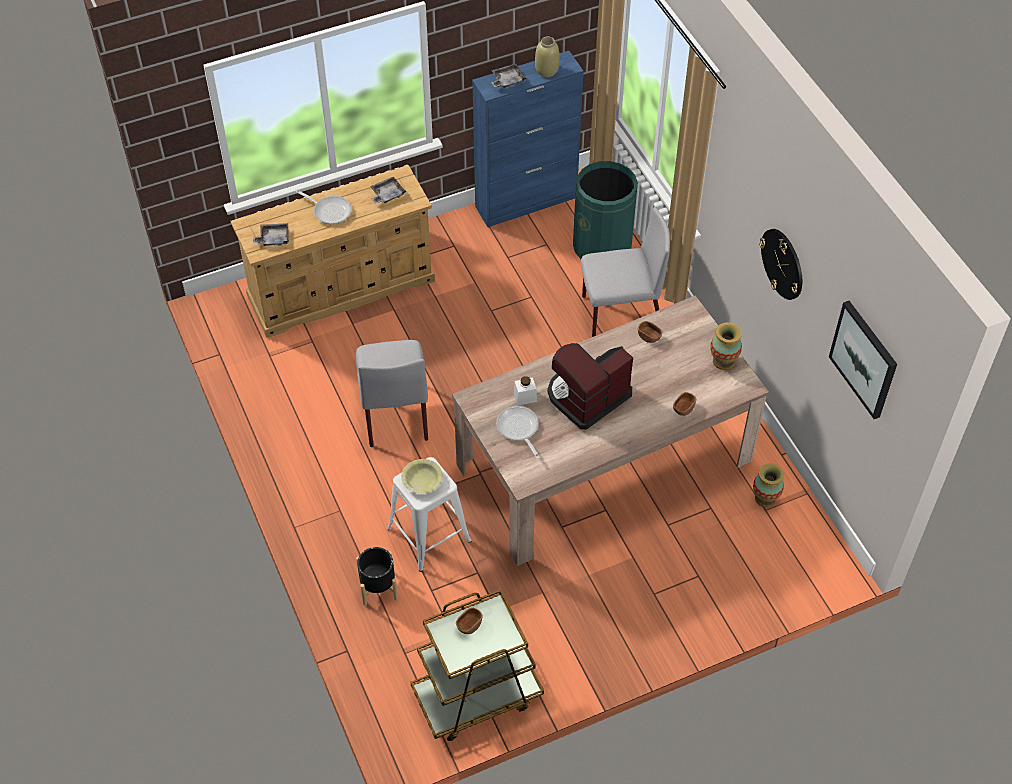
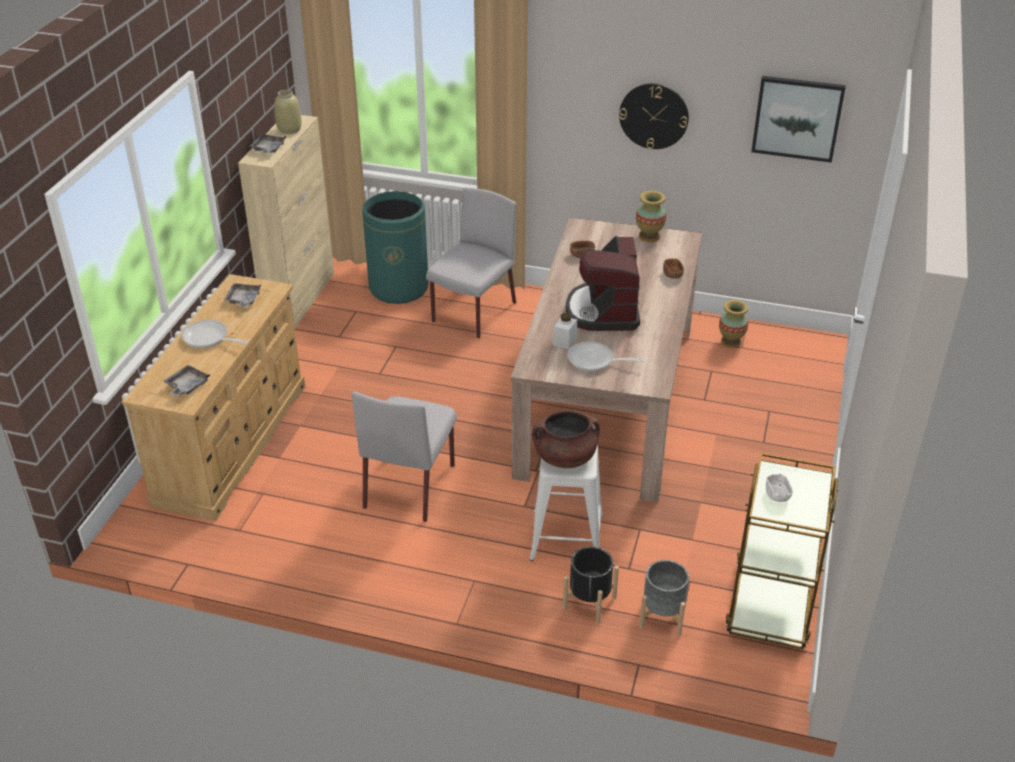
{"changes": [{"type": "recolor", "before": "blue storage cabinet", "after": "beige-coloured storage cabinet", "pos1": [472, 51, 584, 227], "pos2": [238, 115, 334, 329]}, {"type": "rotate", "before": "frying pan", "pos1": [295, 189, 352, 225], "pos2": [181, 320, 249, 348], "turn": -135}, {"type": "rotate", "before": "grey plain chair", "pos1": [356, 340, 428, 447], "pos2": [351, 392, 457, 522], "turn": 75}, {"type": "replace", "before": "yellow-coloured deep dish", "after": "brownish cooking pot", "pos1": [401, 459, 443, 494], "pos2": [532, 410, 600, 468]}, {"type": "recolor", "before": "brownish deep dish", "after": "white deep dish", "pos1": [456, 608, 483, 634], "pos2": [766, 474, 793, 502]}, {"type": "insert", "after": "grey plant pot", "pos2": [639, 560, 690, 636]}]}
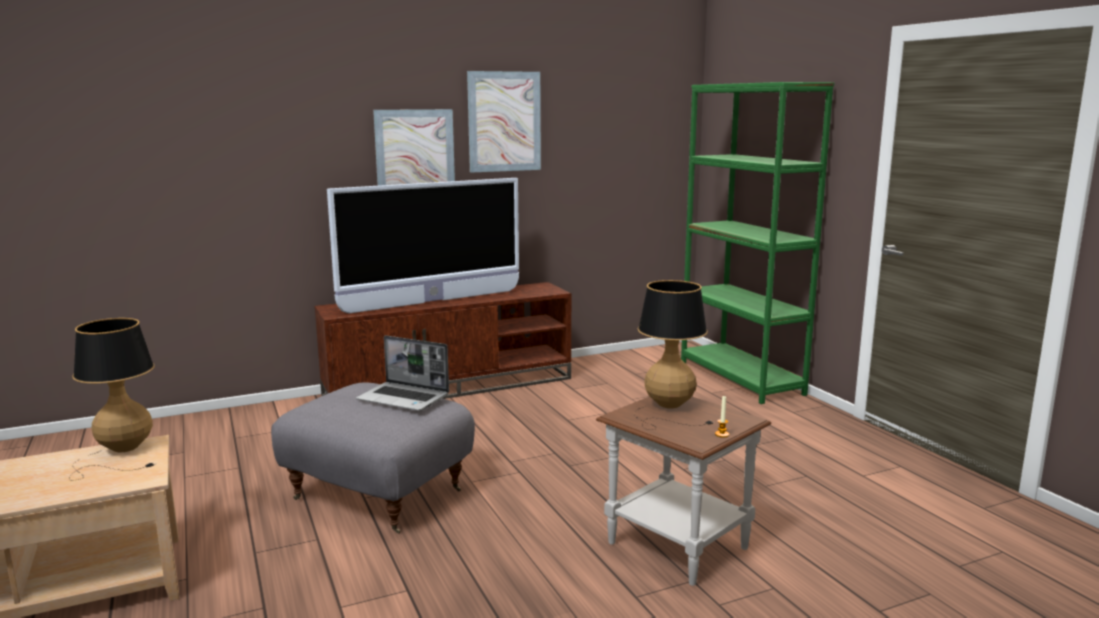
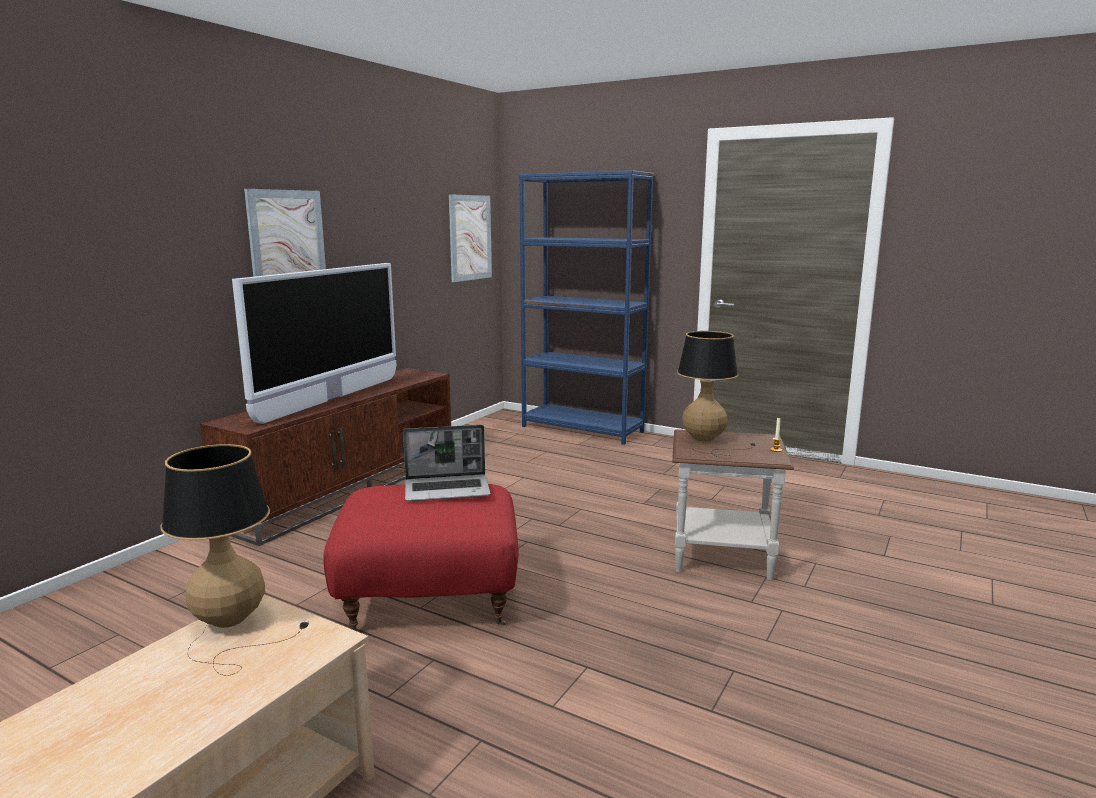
{"changes": [{"type": "move", "before": "wall art", "pos1": [467, 71, 541, 173], "pos2": [449, 194, 492, 282]}, {"type": "recolor", "before": "greenish shelving unit", "after": "blue shelving unit", "pos1": [681, 82, 835, 404], "pos2": [519, 170, 654, 445]}, {"type": "recolor", "before": "grey footrest", "after": "red footrest", "pos1": [271, 382, 475, 534], "pos2": [323, 484, 518, 630]}]}
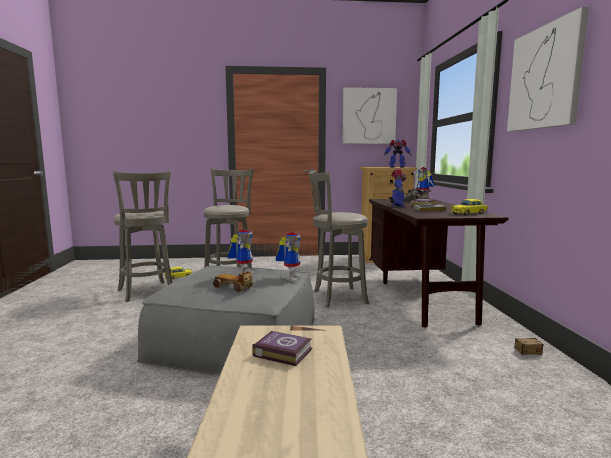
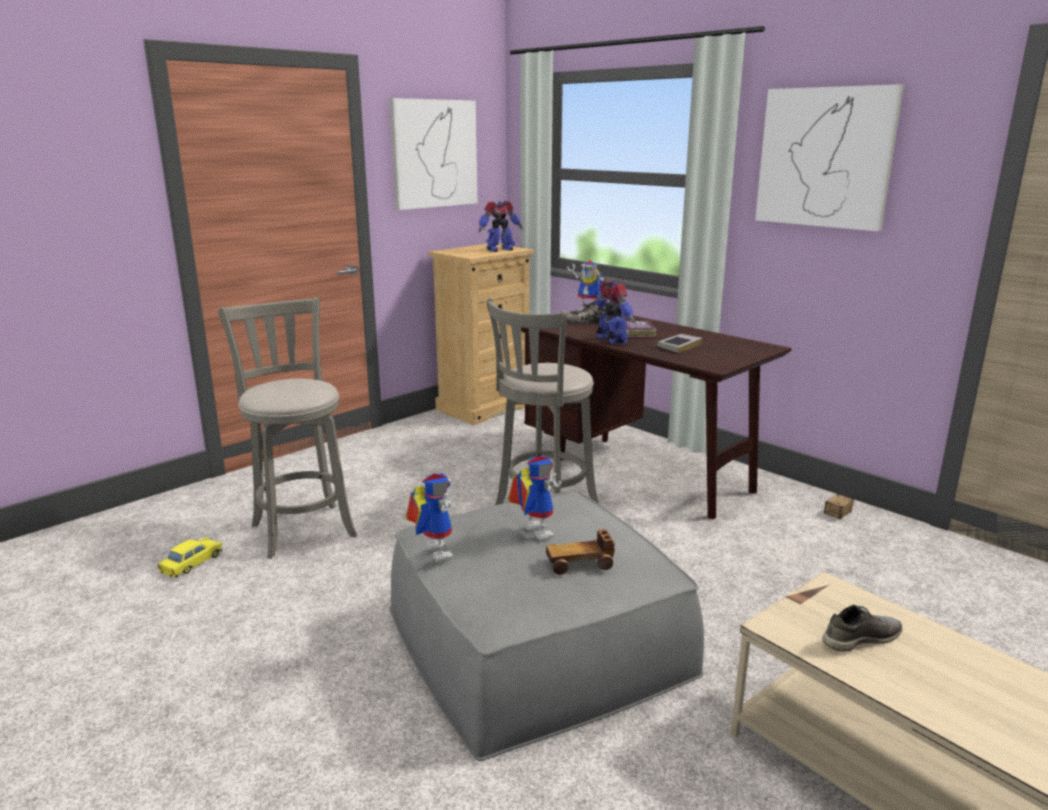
{"changes": [{"type": "delete", "before": "grey stool", "pos1": [113, 170, 173, 302]}, {"type": "delete", "before": "yellow-coloured toy car", "pos1": [451, 199, 488, 215]}, {"type": "move", "before": "toy robot", "pos1": [276, 232, 301, 281], "pos2": [406, 473, 454, 562]}, {"type": "replace", "before": "volume", "after": "grey item of footwear", "pos1": [252, 331, 312, 366], "pos2": [822, 604, 903, 652]}]}
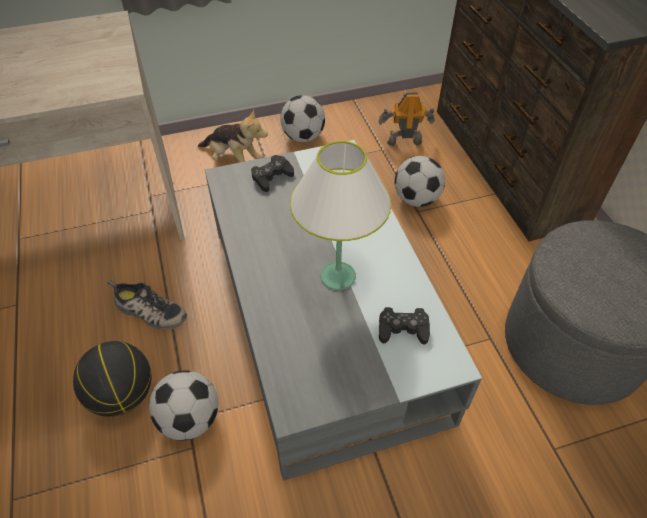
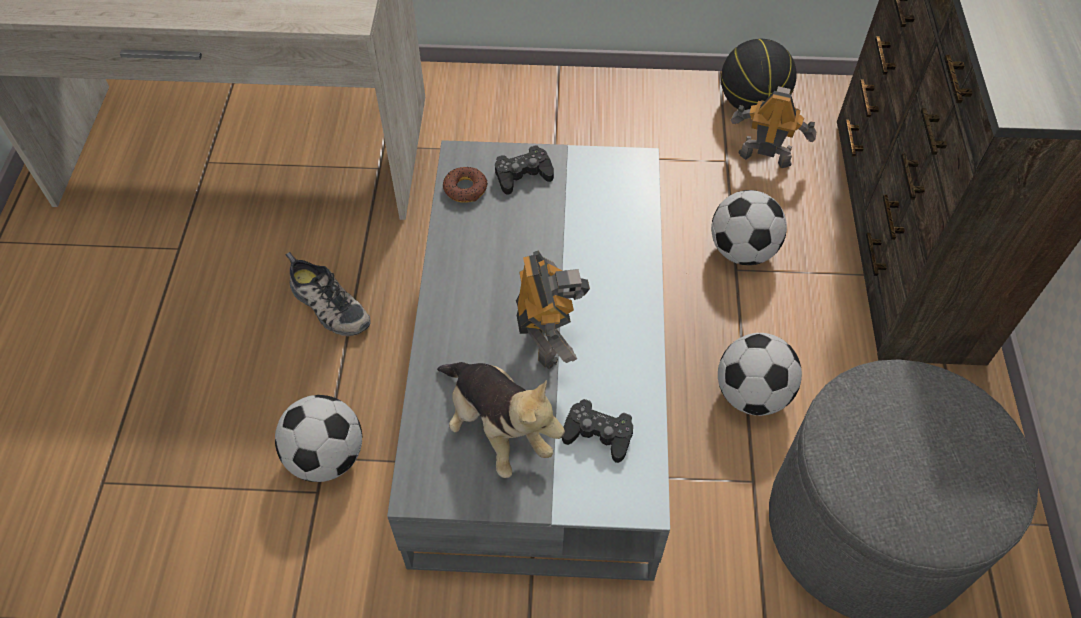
{"changes": [{"type": "move", "before": "football", "pos1": [280, 95, 325, 142], "pos2": [718, 333, 802, 416]}, {"type": "move", "before": "plush toy", "pos1": [198, 108, 268, 163], "pos2": [437, 362, 565, 478]}, {"type": "replace", "before": "white lamp for a table", "after": "toy robot", "pos1": [290, 141, 391, 290], "pos2": [516, 251, 590, 370]}, {"type": "move", "before": "basketball", "pos1": [73, 341, 151, 417], "pos2": [721, 39, 797, 110]}, {"type": "insert", "after": "ring doughnut", "pos2": [443, 167, 488, 203]}]}
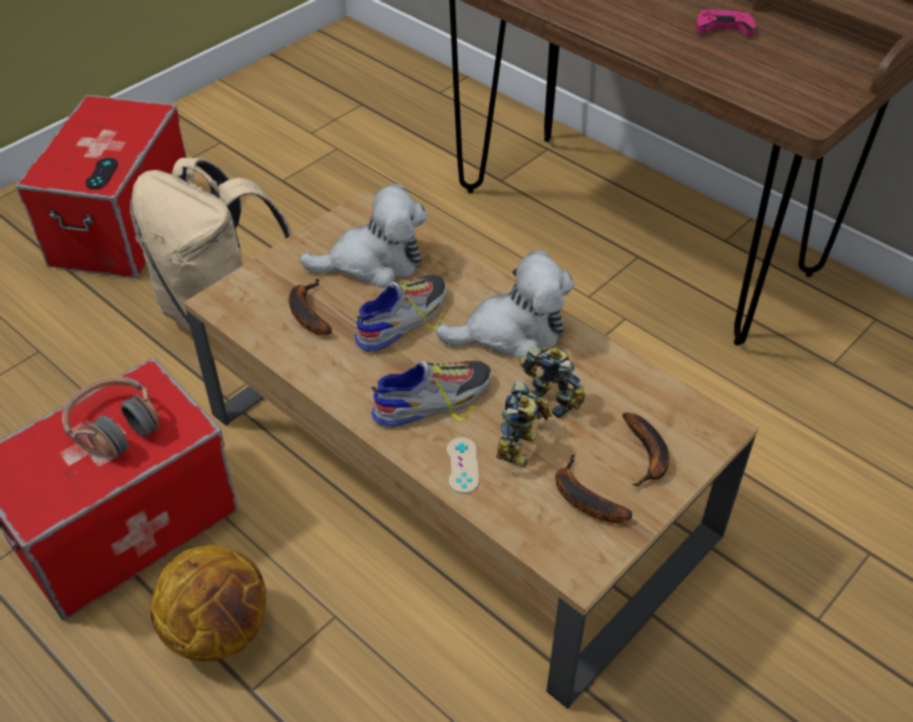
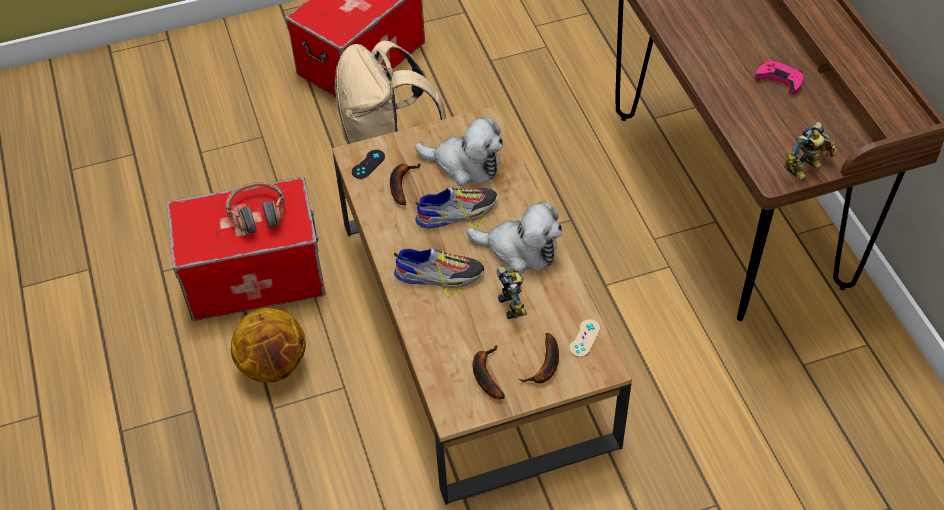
{"changes": [{"type": "move", "before": "blackish joypad", "pos1": [85, 158, 118, 189], "pos2": [352, 150, 385, 179]}, {"type": "move", "before": "toy robot", "pos1": [496, 381, 552, 467], "pos2": [784, 122, 837, 181]}, {"type": "move", "before": "beige-coloured joypad", "pos1": [447, 437, 479, 494], "pos2": [569, 319, 600, 357]}]}
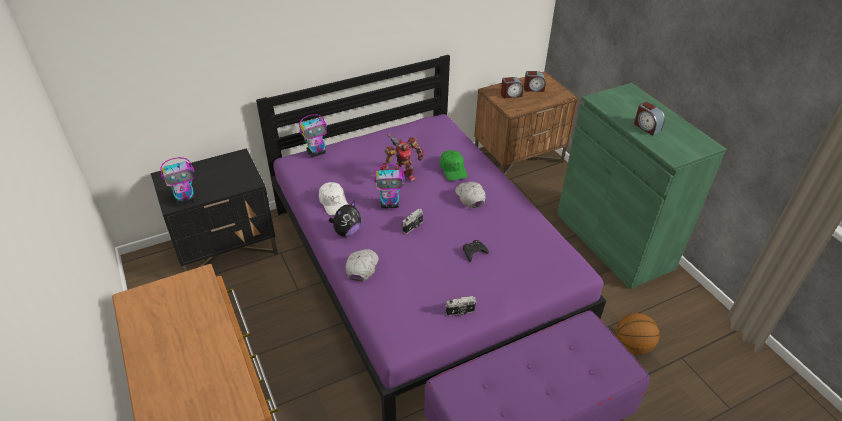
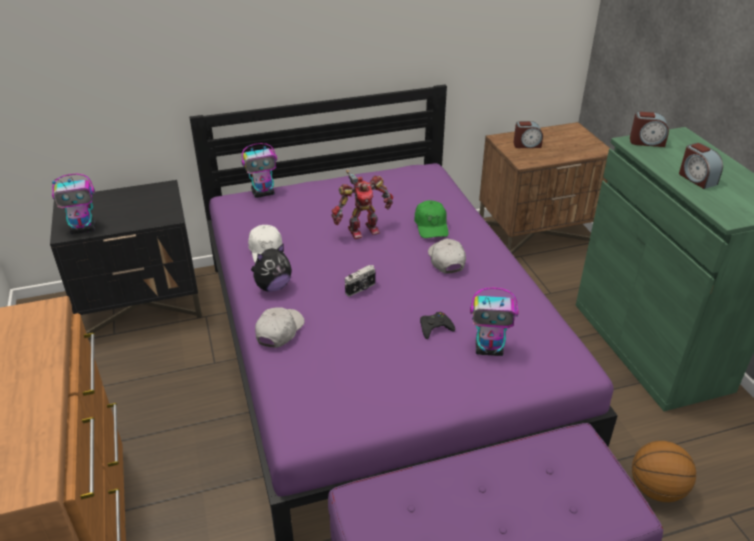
{"changes": [{"type": "move", "before": "table clock", "pos1": [524, 71, 546, 92], "pos2": [630, 111, 669, 147]}, {"type": "move", "before": "toy robot", "pos1": [374, 164, 405, 209], "pos2": [470, 288, 518, 356]}, {"type": "delete", "before": "photo camera", "pos1": [445, 296, 476, 316]}]}
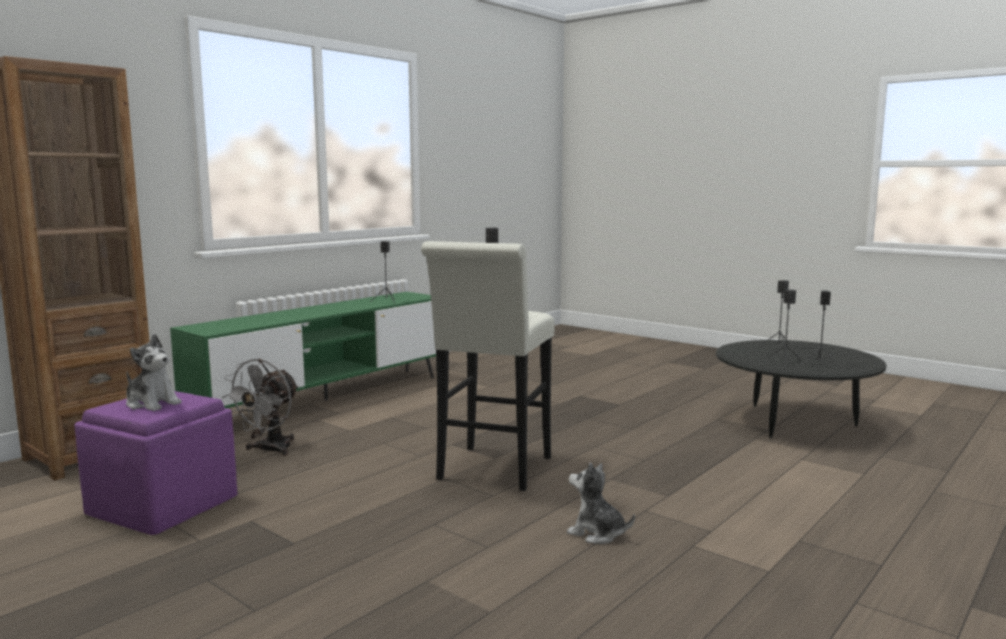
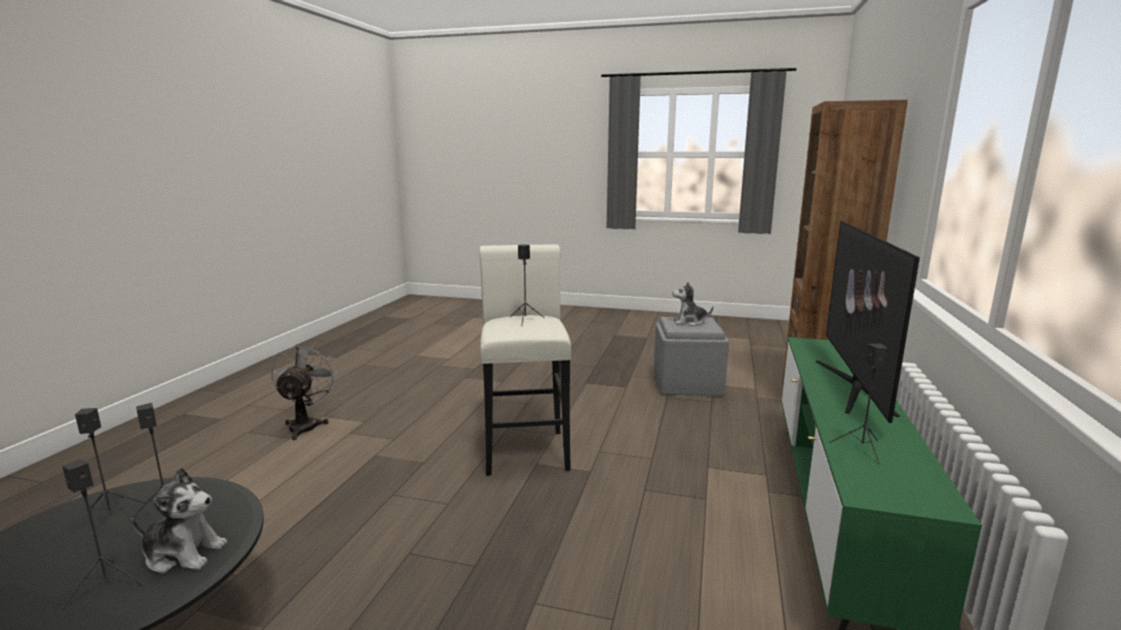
{"changes": [{"type": "move", "before": "grey cooling fan", "pos1": [222, 359, 299, 456], "pos2": [271, 344, 337, 440]}, {"type": "recolor", "before": "purplish footrest", "after": "grey footrest", "pos1": [74, 391, 237, 535], "pos2": [654, 317, 729, 396]}, {"type": "move", "before": "plush toy", "pos1": [567, 462, 635, 544], "pos2": [131, 467, 227, 574]}, {"type": "insert", "after": "television", "pos2": [816, 221, 920, 423]}]}
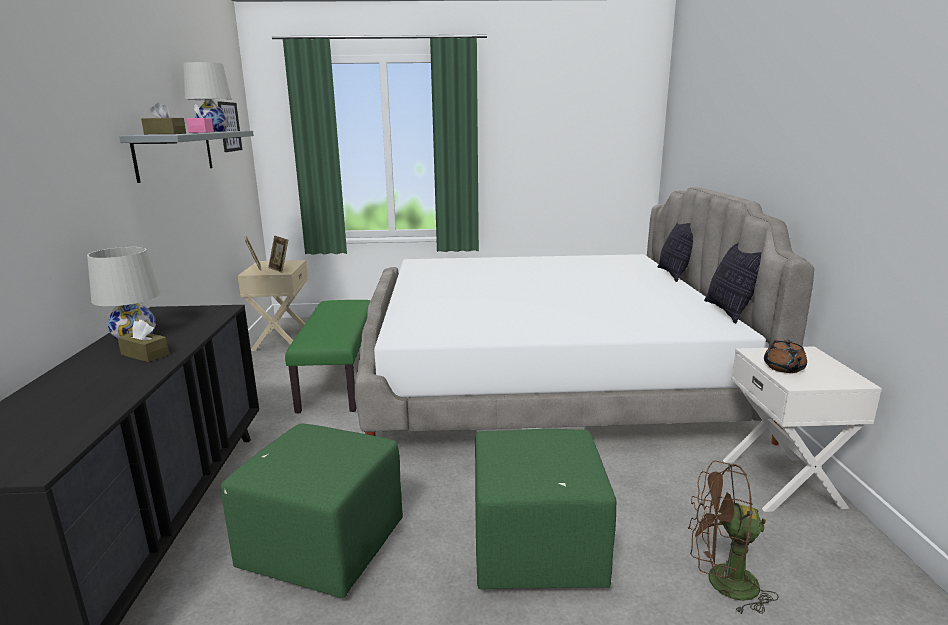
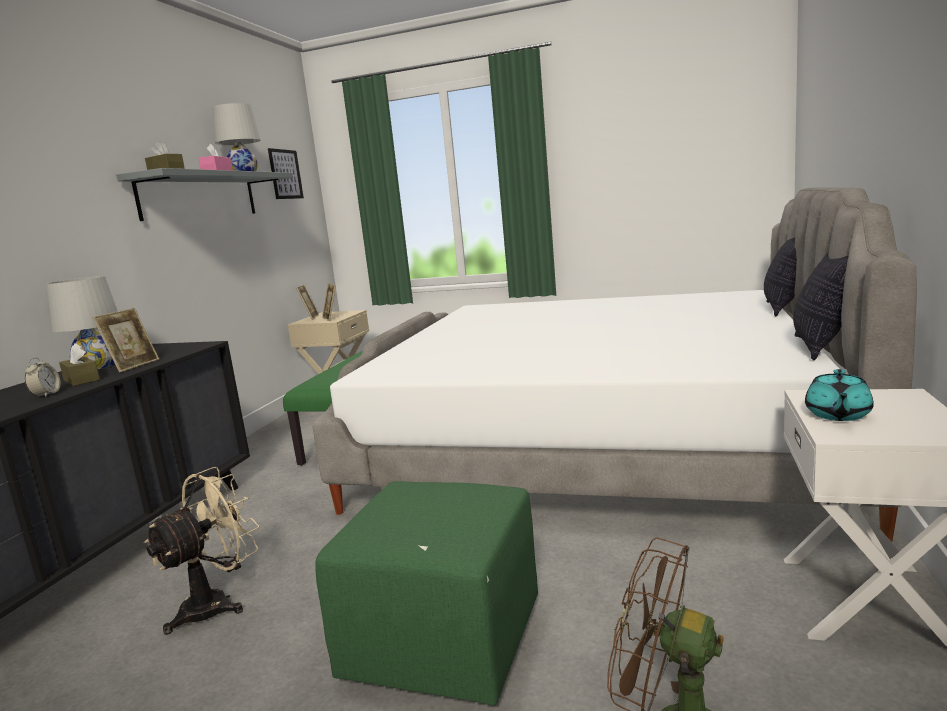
{"changes": [{"type": "recolor", "before": "brownish teapot", "after": "turquoise teapot", "pos1": [764, 339, 807, 373], "pos2": [805, 369, 874, 421]}, {"type": "replace", "before": "greenish footrest", "after": "beige-coloured cooling fan", "pos1": [221, 424, 403, 598], "pos2": [144, 467, 259, 635]}, {"type": "insert", "after": "picture frame", "pos2": [92, 308, 159, 373]}, {"type": "insert", "after": "table clock", "pos2": [25, 357, 61, 397]}]}
